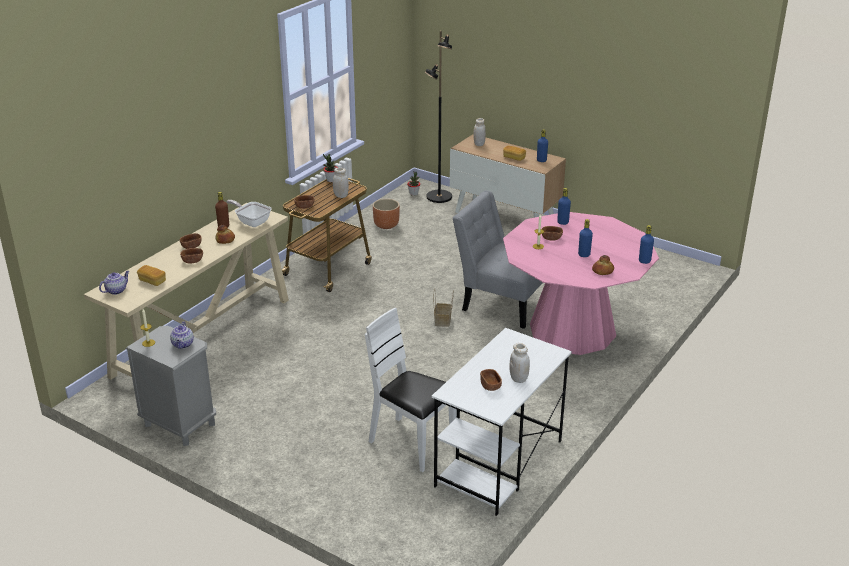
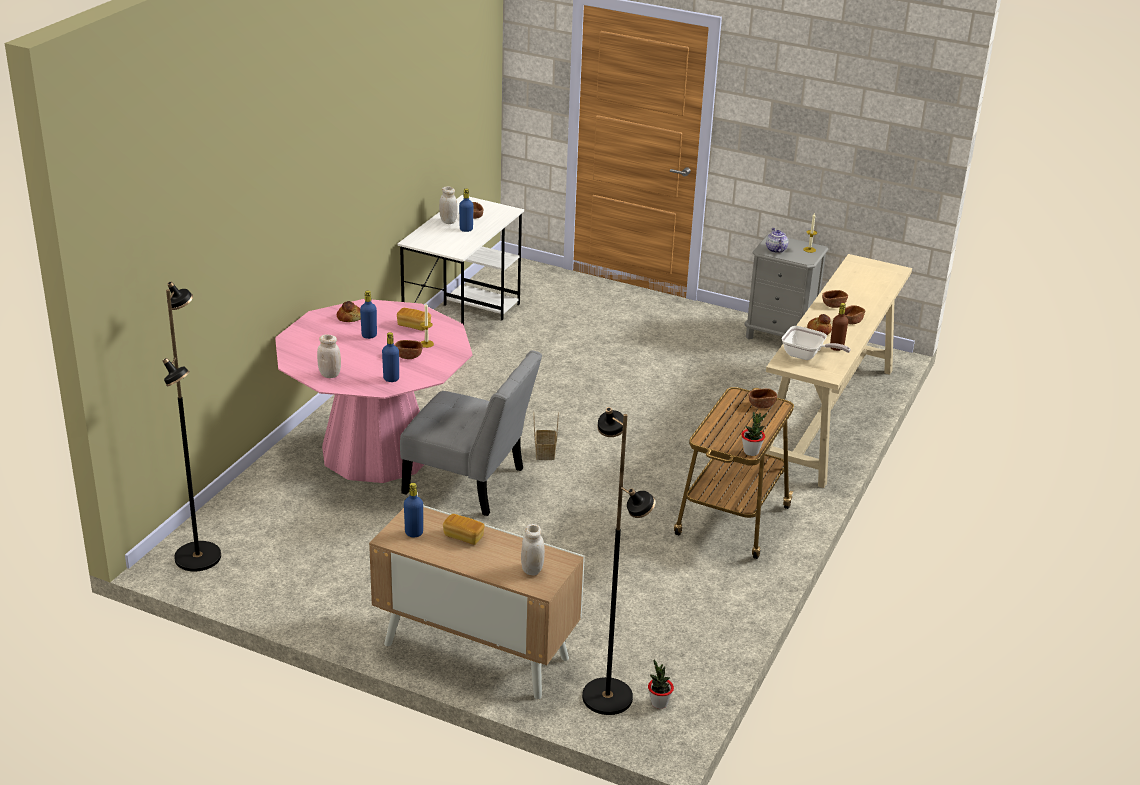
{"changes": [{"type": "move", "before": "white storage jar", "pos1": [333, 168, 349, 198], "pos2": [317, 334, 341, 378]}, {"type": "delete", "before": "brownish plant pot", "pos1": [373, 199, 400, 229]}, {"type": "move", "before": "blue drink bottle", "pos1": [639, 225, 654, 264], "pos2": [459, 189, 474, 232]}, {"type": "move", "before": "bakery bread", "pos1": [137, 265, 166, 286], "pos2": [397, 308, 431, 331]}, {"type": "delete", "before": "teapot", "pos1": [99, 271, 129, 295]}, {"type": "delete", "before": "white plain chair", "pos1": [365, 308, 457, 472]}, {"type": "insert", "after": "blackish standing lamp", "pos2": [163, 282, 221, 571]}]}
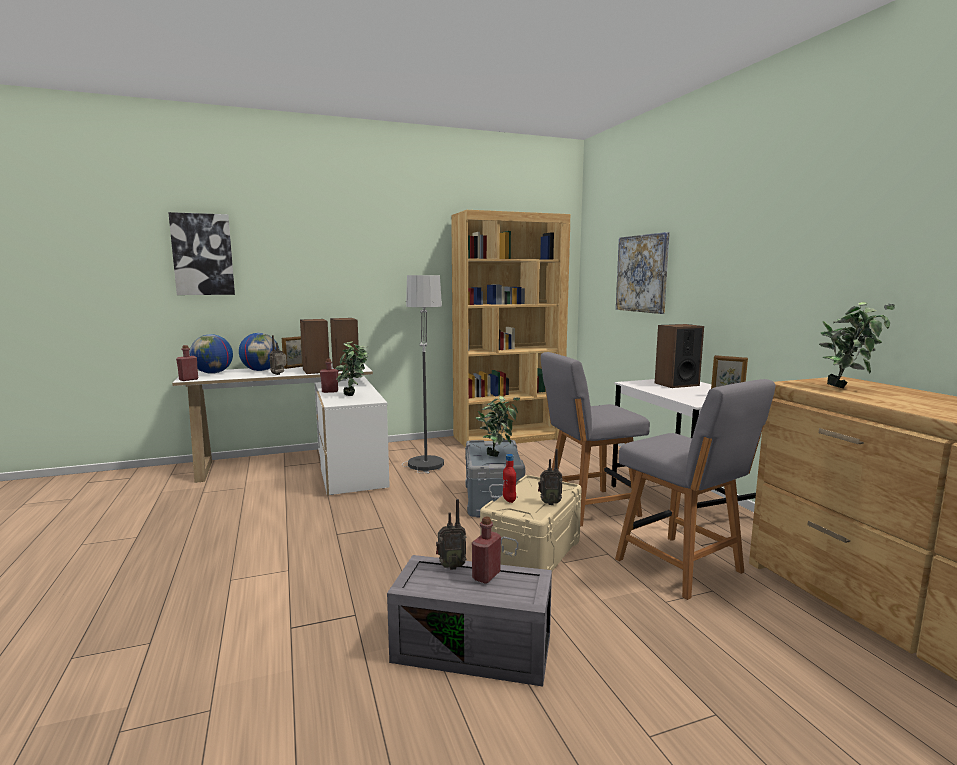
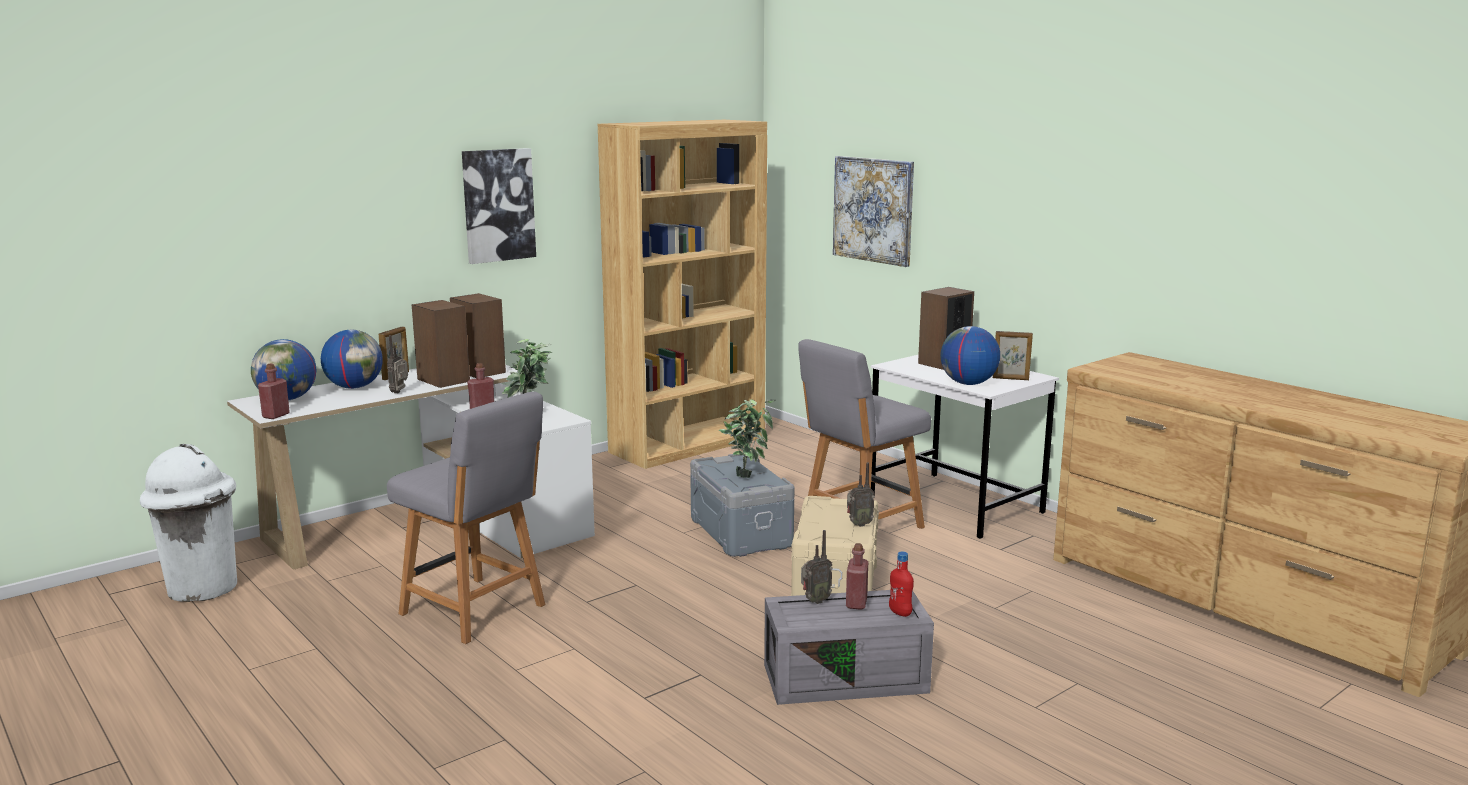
{"changes": [{"type": "move", "before": "wall art", "pos1": [168, 212, 235, 295], "pos2": [462, 148, 536, 264]}, {"type": "delete", "before": "standing lamp", "pos1": [402, 275, 444, 473]}, {"type": "delete", "before": "houseplant", "pos1": [819, 302, 895, 389]}, {"type": "move", "before": "grey plain chair", "pos1": [615, 379, 775, 600], "pos2": [387, 391, 545, 644]}, {"type": "move", "before": "red drink bottle", "pos1": [503, 454, 516, 503], "pos2": [889, 551, 914, 617]}, {"type": "insert", "after": "world globe", "pos2": [940, 326, 1000, 385]}, {"type": "insert", "after": "white trash can", "pos2": [140, 444, 237, 602]}]}
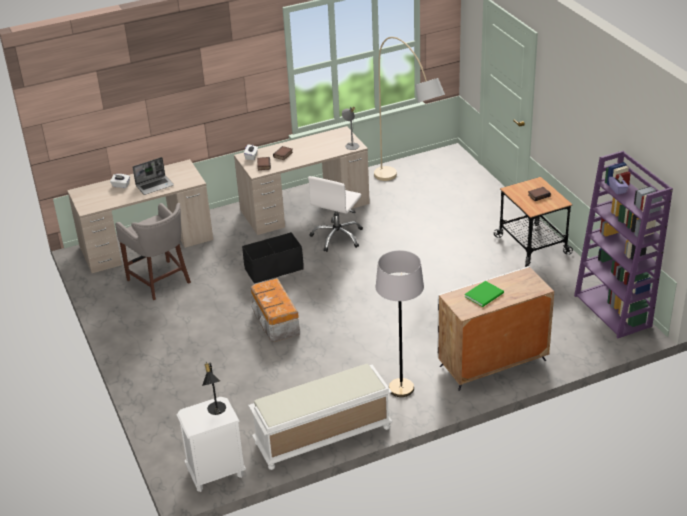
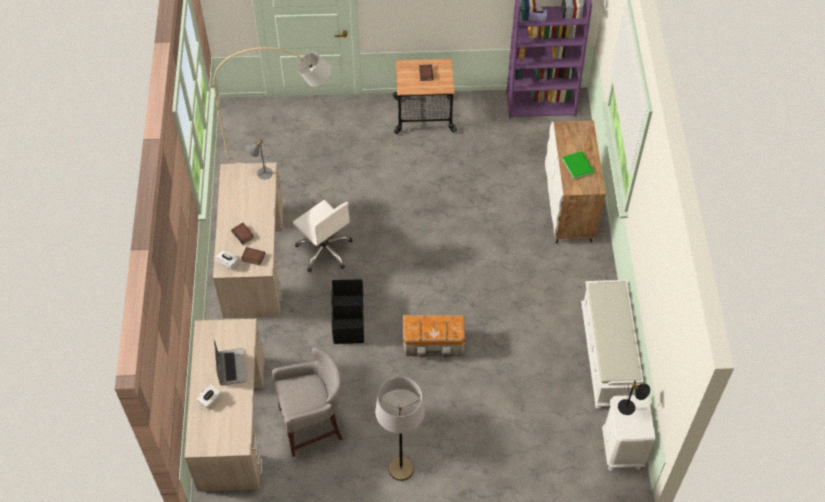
{"changes": [{"type": "move", "before": "grey standing lamp", "pos1": [376, 250, 424, 397], "pos2": [375, 377, 425, 481]}]}
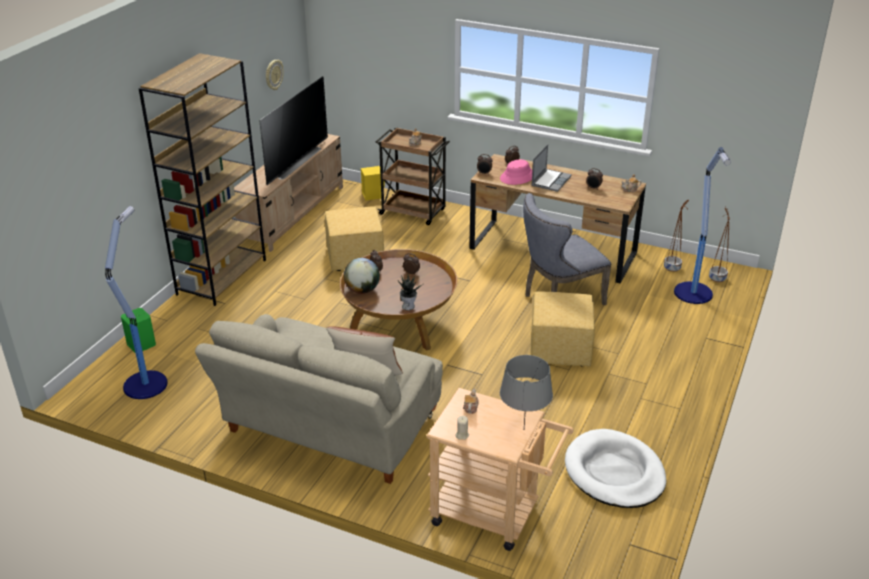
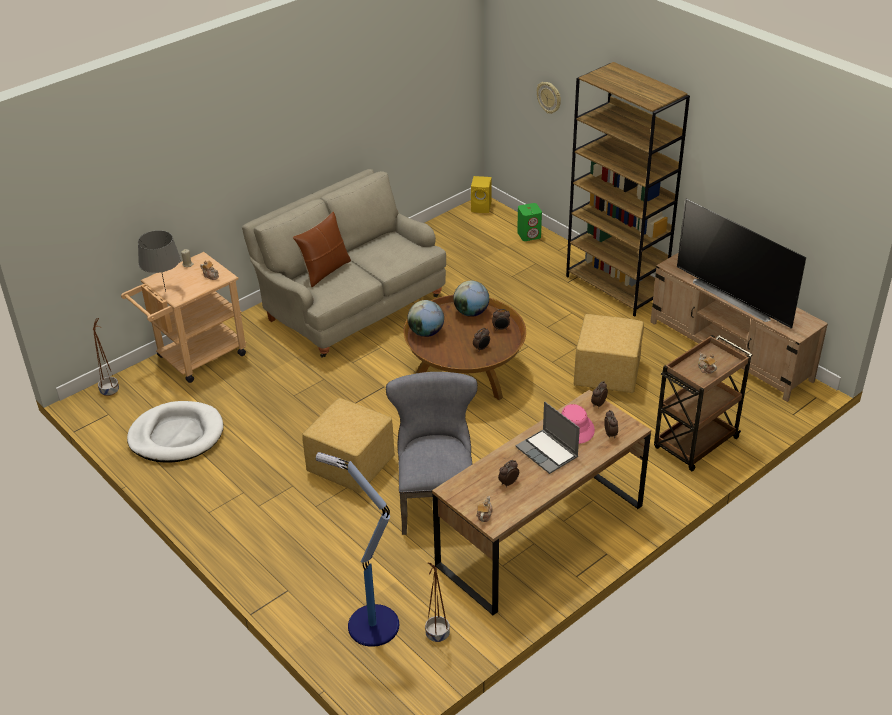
{"changes": [{"type": "move", "before": "wall clock", "pos1": [266, 60, 284, 90], "pos2": [537, 82, 561, 114]}, {"type": "move", "before": "yellow-coloured loudspeaker", "pos1": [361, 166, 385, 201], "pos2": [471, 176, 491, 213]}, {"type": "delete", "before": "standing lamp", "pos1": [105, 206, 168, 399]}, {"type": "move", "before": "brownish plant pot", "pos1": [709, 206, 730, 282], "pos2": [93, 318, 119, 396]}, {"type": "replace", "before": "houseplant", "after": "world globe", "pos1": [398, 275, 422, 310], "pos2": [407, 300, 444, 337]}]}
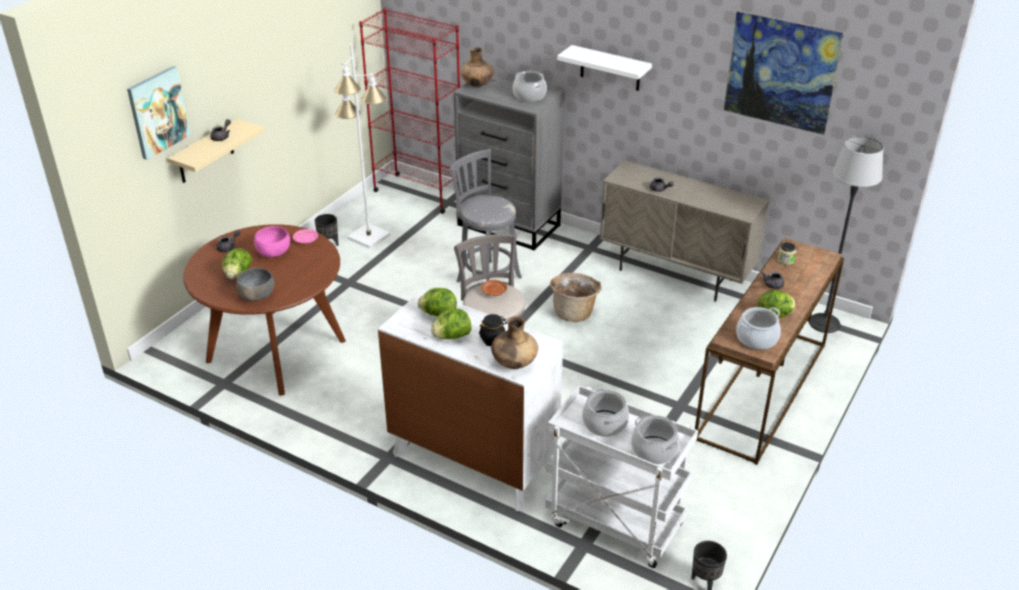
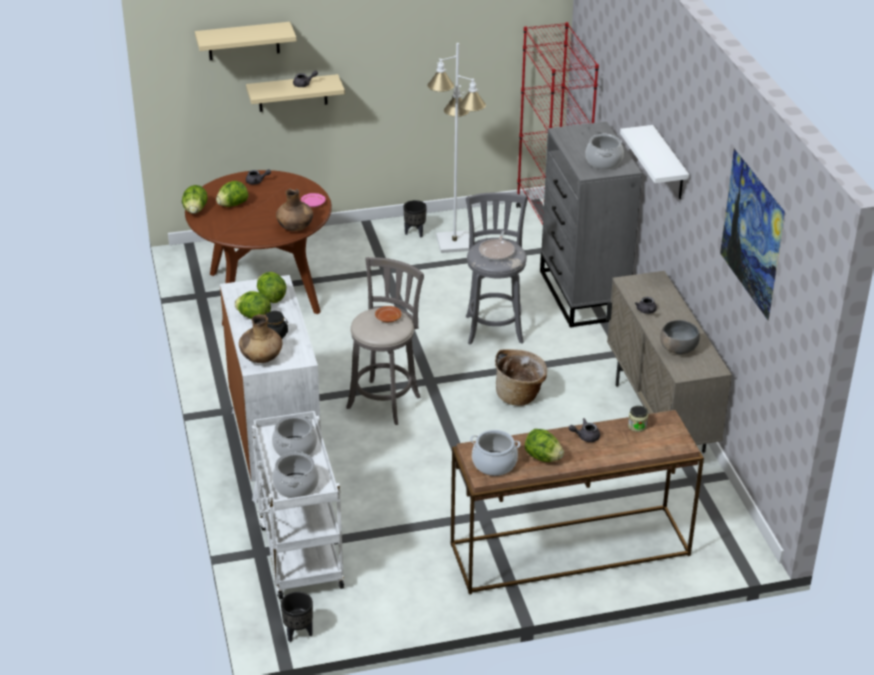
{"changes": [{"type": "move", "before": "brownish flower vase", "pos1": [461, 47, 494, 87], "pos2": [276, 189, 313, 231]}, {"type": "replace", "before": "wall art", "after": "beige-coloured shelf", "pos1": [127, 66, 191, 160], "pos2": [195, 22, 296, 60]}, {"type": "delete", "before": "standing lamp", "pos1": [809, 136, 884, 333]}, {"type": "delete", "before": "pinkish deep dish", "pos1": [254, 226, 290, 257]}, {"type": "move", "before": "grey deep dish", "pos1": [236, 268, 274, 301], "pos2": [660, 320, 700, 355]}, {"type": "insert", "after": "lettuce", "pos2": [182, 185, 207, 214]}, {"type": "insert", "after": "frying pan", "pos2": [479, 228, 515, 261]}]}
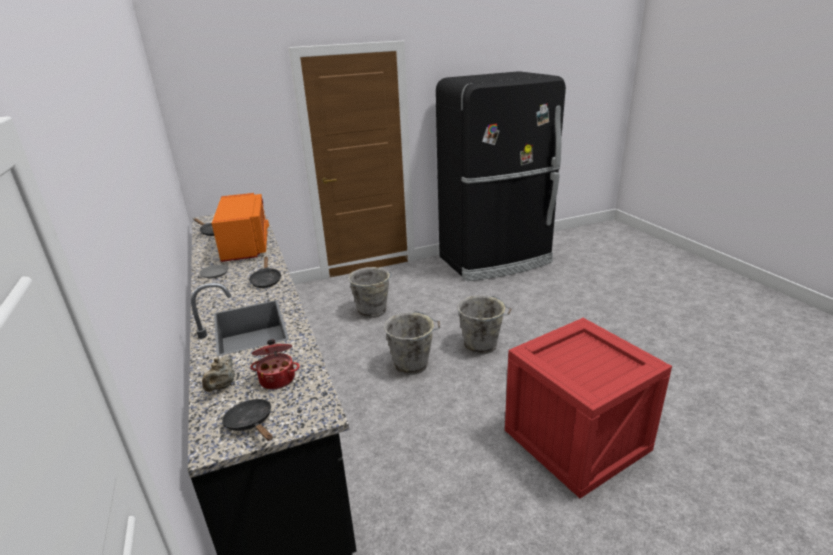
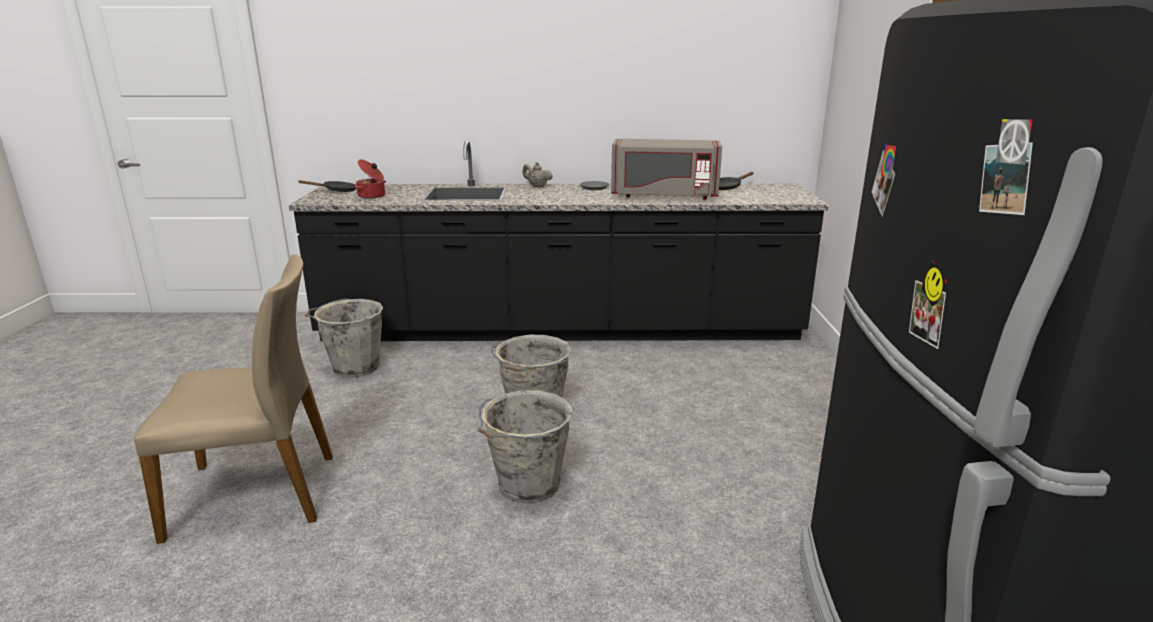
{"changes": [{"type": "recolor", "before": "orange microwave", "after": "grey microwave", "pos1": [212, 193, 269, 262], "pos2": [611, 139, 722, 200]}, {"type": "delete", "before": "blackish frying pan", "pos1": [249, 257, 281, 288]}, {"type": "move", "before": "grey pail", "pos1": [348, 267, 392, 318], "pos2": [305, 298, 383, 378]}, {"type": "replace", "before": "shipping crate", "after": "beige-coloured plain chair", "pos1": [505, 318, 672, 498], "pos2": [134, 254, 333, 544]}, {"type": "move", "before": "beige-coloured teapot", "pos1": [202, 356, 235, 392], "pos2": [523, 162, 553, 188]}]}
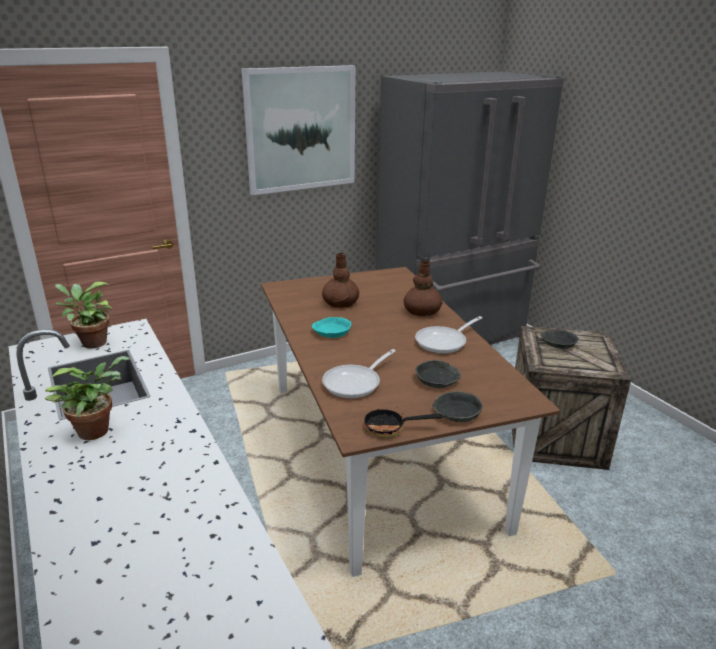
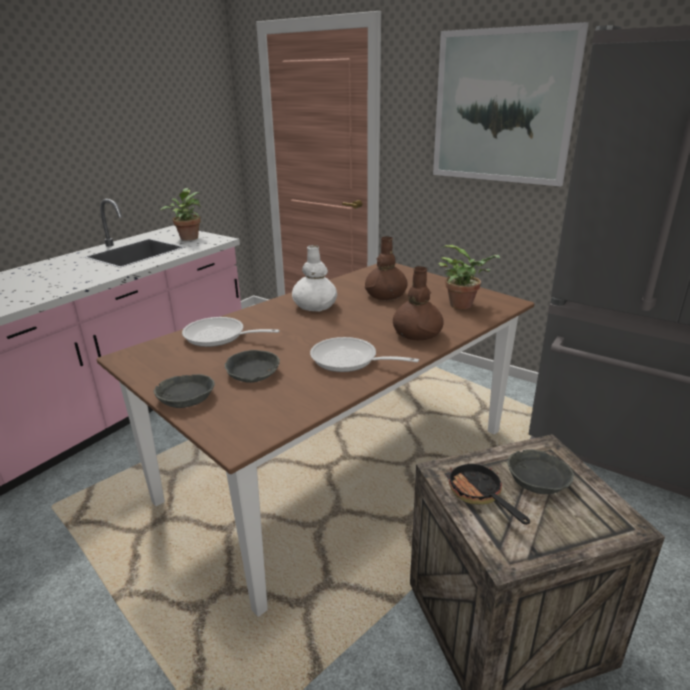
{"changes": [{"type": "replace", "before": "turquoise deep dish", "after": "white flower vase", "pos1": [312, 317, 351, 338], "pos2": [292, 245, 337, 312]}, {"type": "move", "before": "houseplant", "pos1": [45, 356, 130, 440], "pos2": [438, 245, 500, 309]}, {"type": "move", "before": "frying pan", "pos1": [364, 407, 443, 438], "pos2": [447, 463, 530, 525]}]}
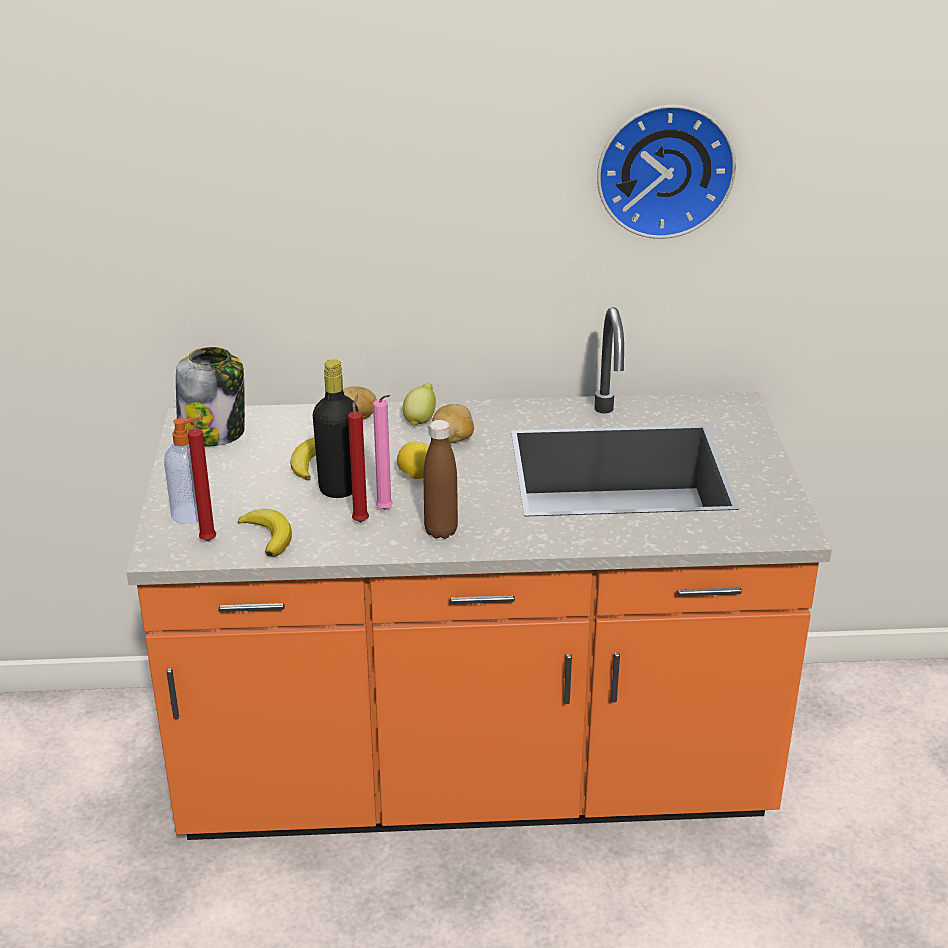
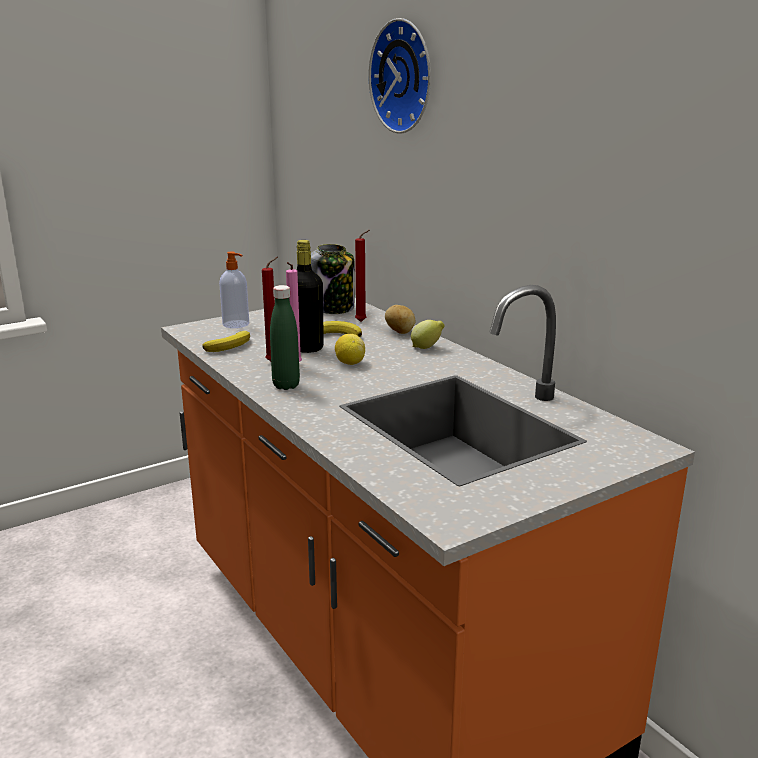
{"changes": [{"type": "move", "before": "wall clock", "pos1": [597, 105, 736, 239], "pos2": [368, 18, 431, 134]}, {"type": "delete", "before": "whole potato", "pos1": [432, 404, 474, 444]}, {"type": "move", "before": "red wax light", "pos1": [188, 413, 216, 541], "pos2": [355, 230, 370, 322]}, {"type": "recolor", "before": "brownish drink bottle", "after": "greenish drink bottle", "pos1": [423, 420, 458, 539], "pos2": [270, 285, 300, 390]}]}
